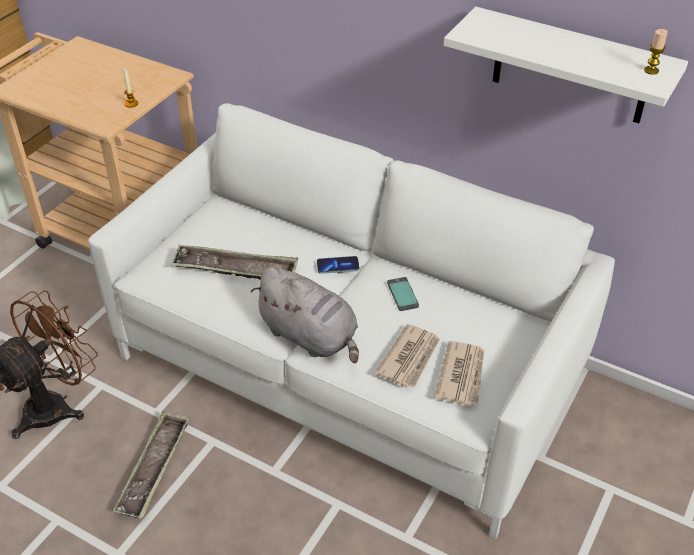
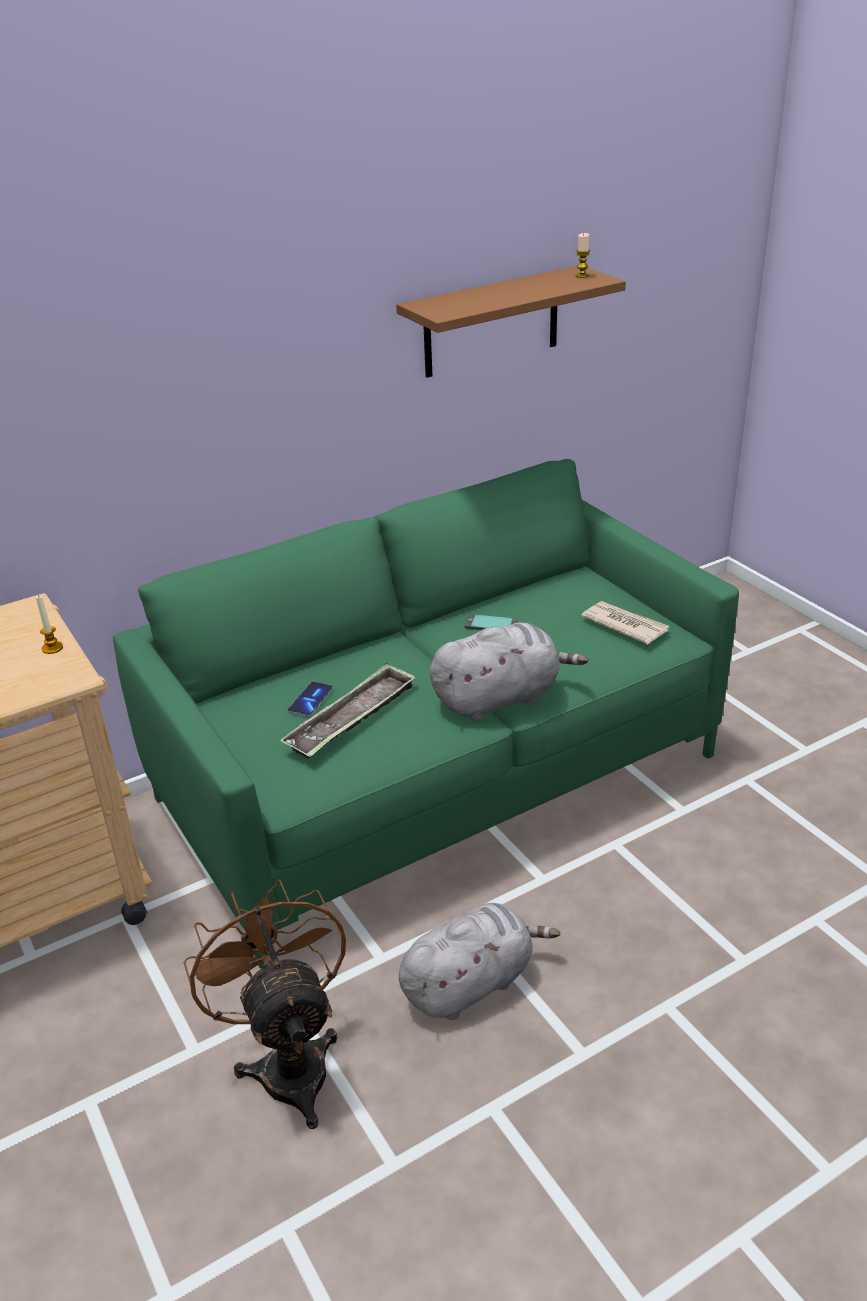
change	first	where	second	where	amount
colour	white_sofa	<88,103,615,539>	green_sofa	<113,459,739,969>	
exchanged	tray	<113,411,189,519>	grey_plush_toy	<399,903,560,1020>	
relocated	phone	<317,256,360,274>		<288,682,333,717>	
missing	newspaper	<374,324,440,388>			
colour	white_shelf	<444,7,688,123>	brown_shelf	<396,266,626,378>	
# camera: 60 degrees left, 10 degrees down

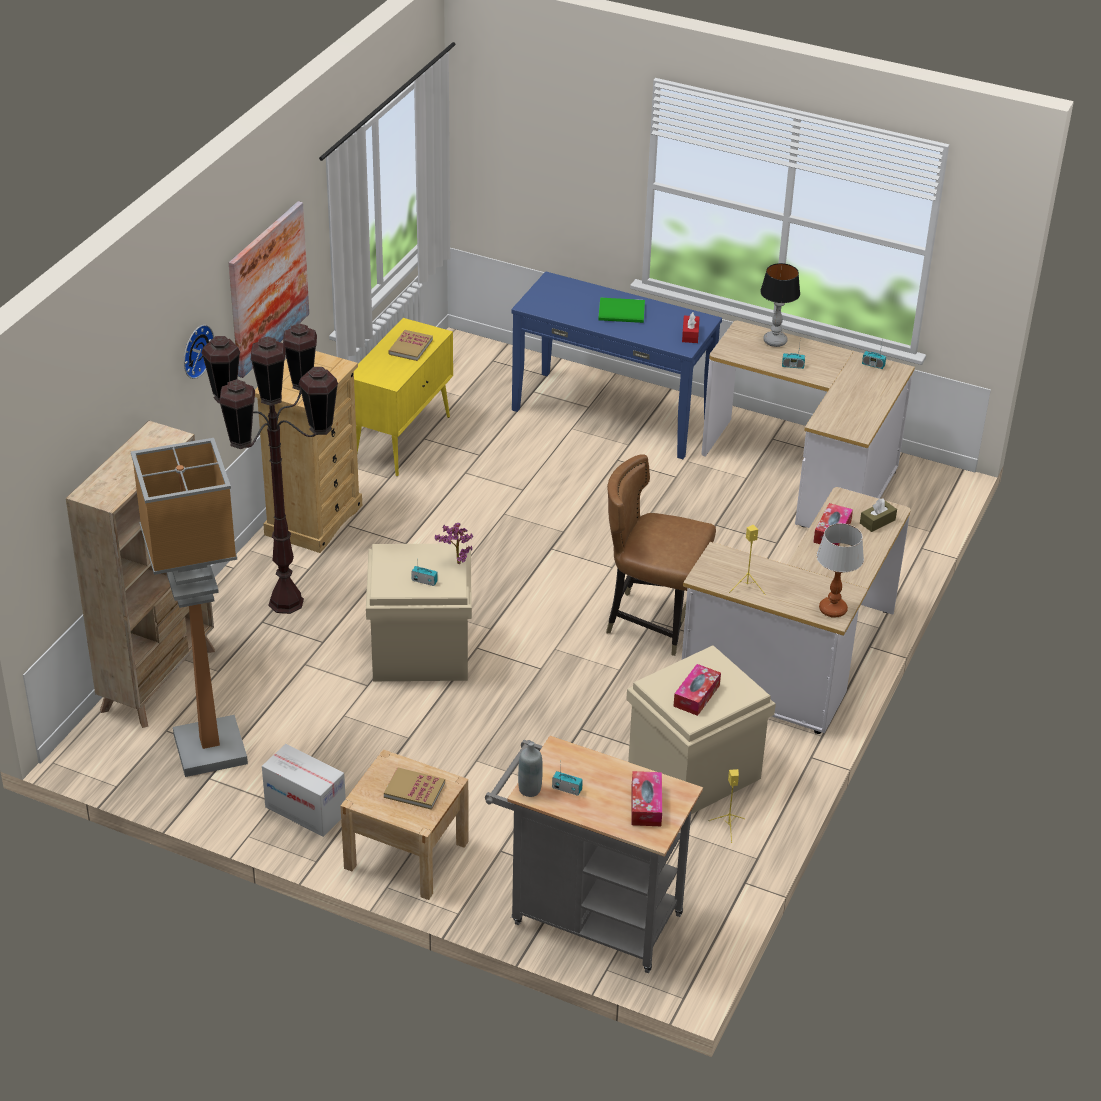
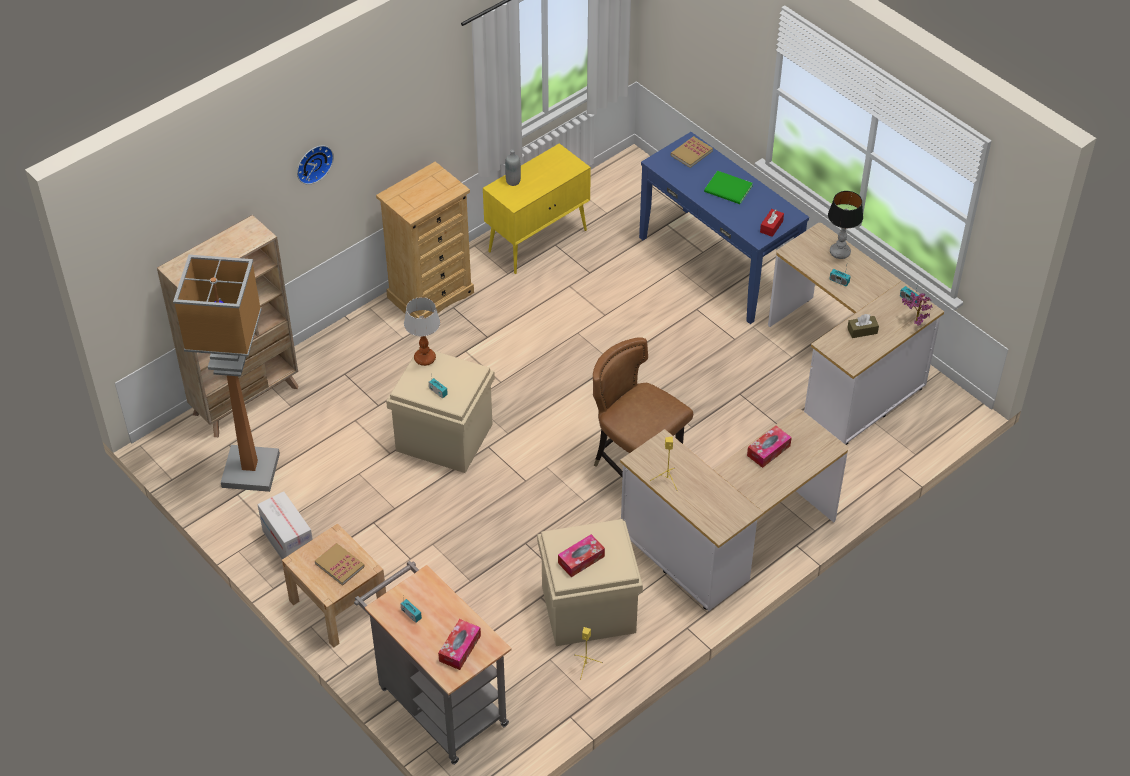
change	first	where	second	where	amount
missing	brown_floor_lamp	<201,323,338,614>			
missing	picture	<229,201,309,378>			
relocated	book	<388,330,433,361>		<671,136,713,168>	
relocated	potted_plant	<435,523,473,564>		<902,292,932,325>	
relocated	grey_bottle	<518,741,543,797>		<505,150,521,186>	
relocated	table_lamp	<817,523,864,617>		<404,297,440,366>	
relocated	brown_tissue_box	<860,498,897,532>		<847,314,879,338>	
# camera: 25 degrees right, 10 degrees up

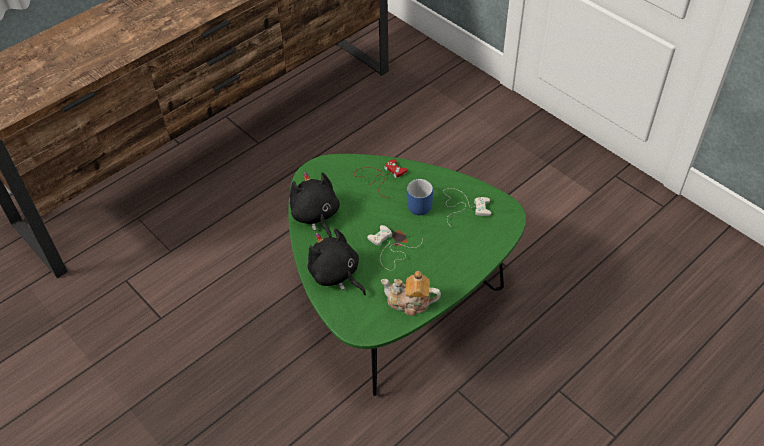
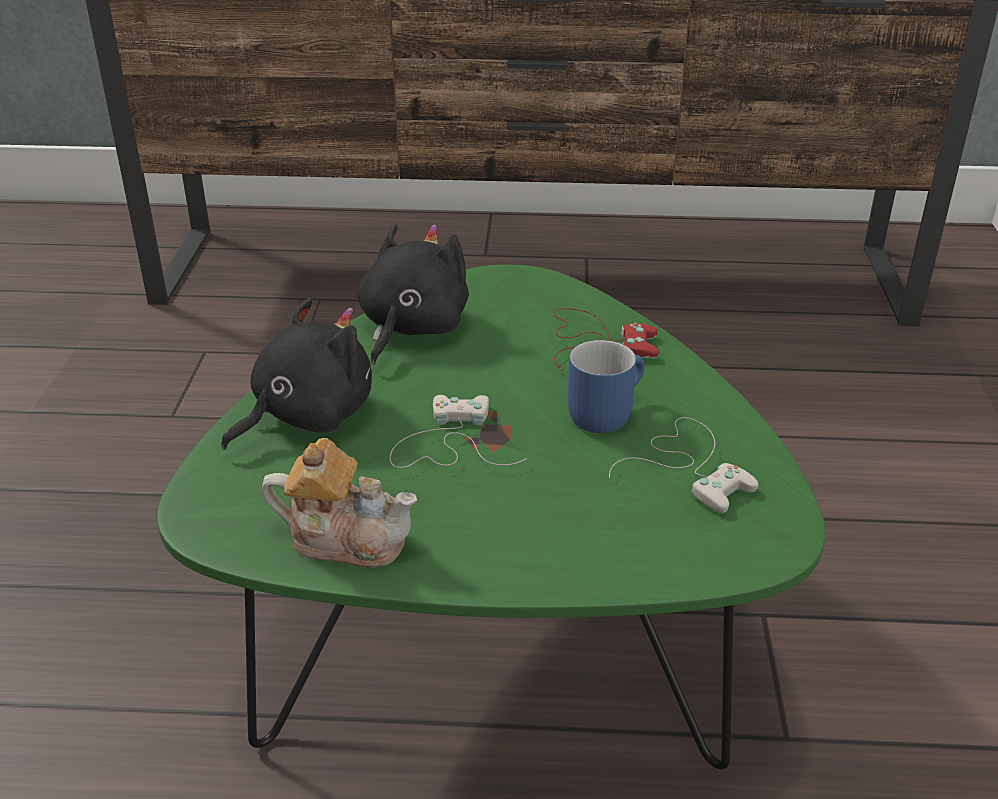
change	first	where	second	where	amount
spun	black_plush_toy	<308,228,366,295>		<221,298,372,450>	45 degrees clockwise
spun	teapot	<381,271,441,316>		<262,438,417,568>	135 degrees clockwise
# camera: 45 degrees right, 15 degrees down

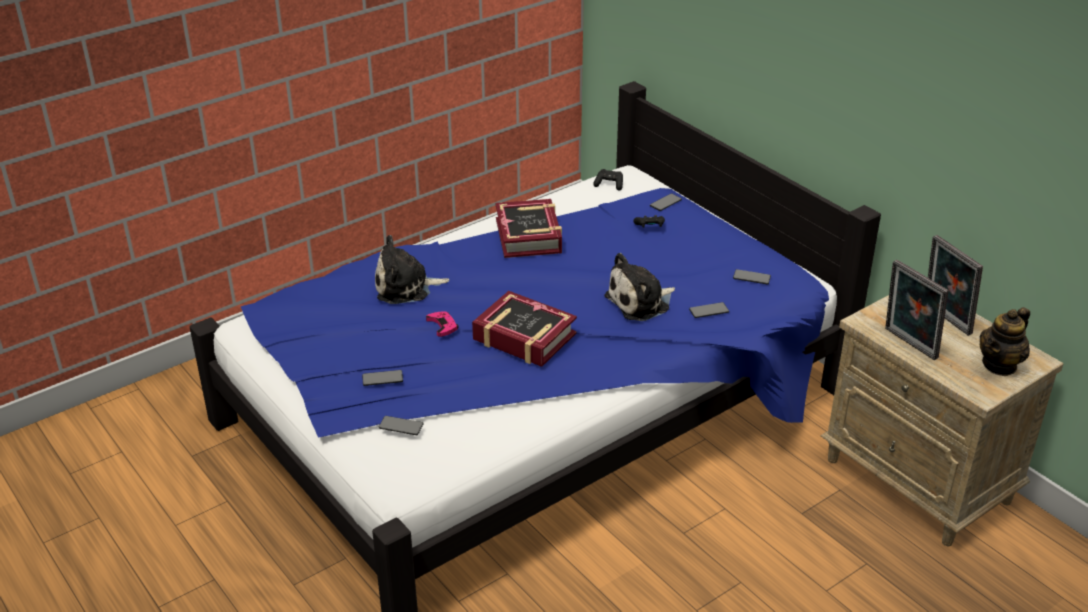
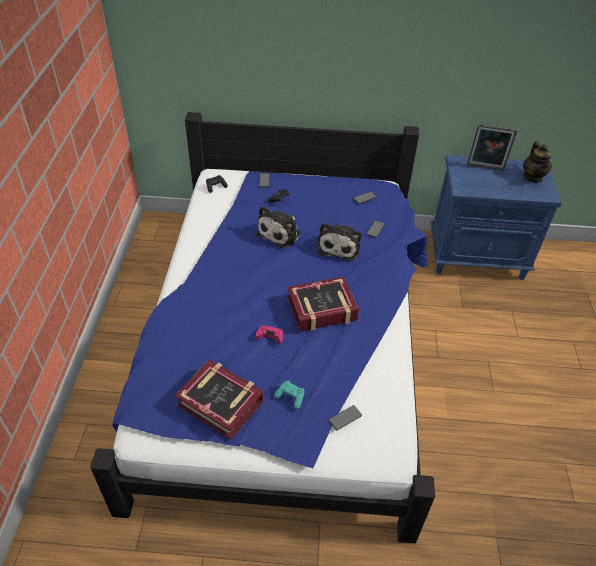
change	first	where	second	where	amount
exchanged	phone	<362,370,403,386>	turquoise_game_controller	<274,381,305,409>	
relocated	plush_toy	<375,235,450,304>		<256,206,301,248>	
relocated	book	<495,199,562,258>		<175,359,264,440>	
colour	beige_nightstand	<821,295,1063,546>	blue_nightstand	<431,155,562,280>	
missing	picture_frame	<885,260,948,360>			
# camera: 50 degrees left, 10 degrees up

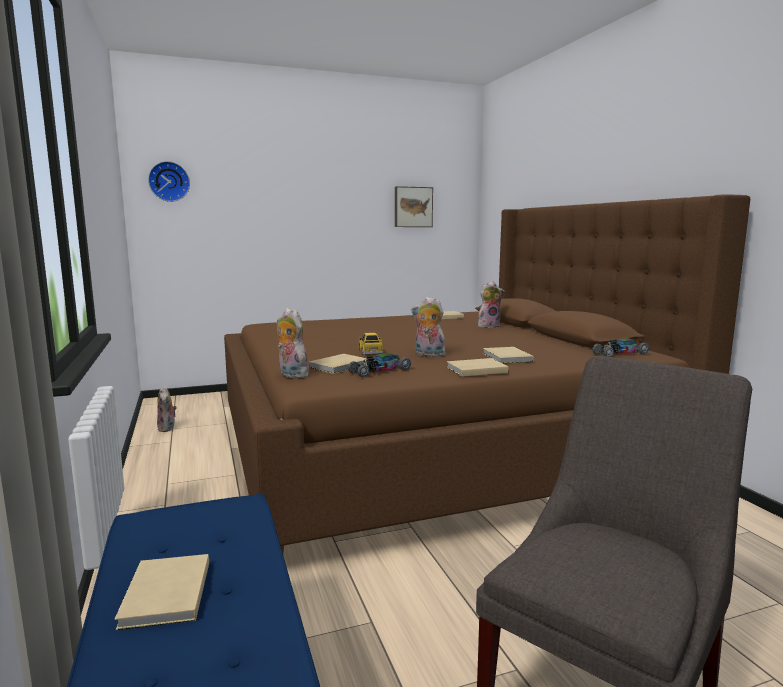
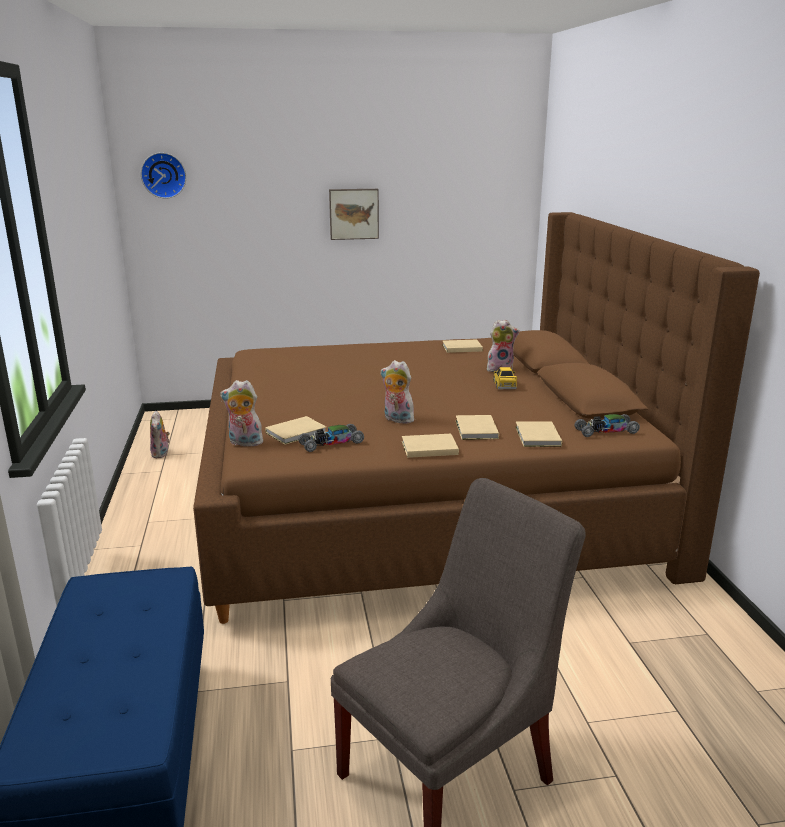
change	first	where	second	where	amount
relocated	beige_book	<115,554,209,630>		<516,421,562,447>	
spun	plush_toy	<277,308,309,379>		<220,380,265,446>	45 degrees counterclockwise
relocated	yellow_toy_car	<358,333,383,355>		<493,367,517,389>	
relocated	picture	<395,186,433,227>		<329,189,379,240>	
# camera: 10 degrees right, 10 degrees up

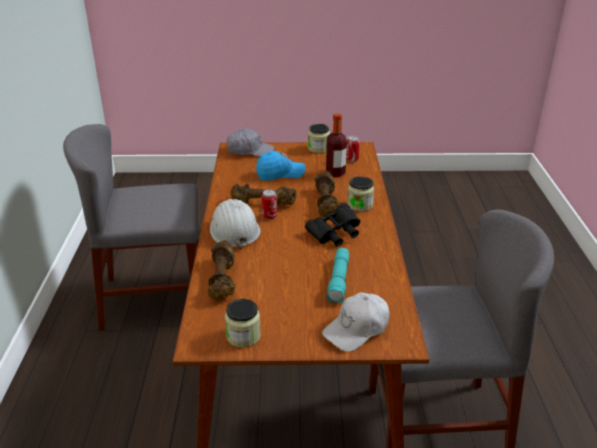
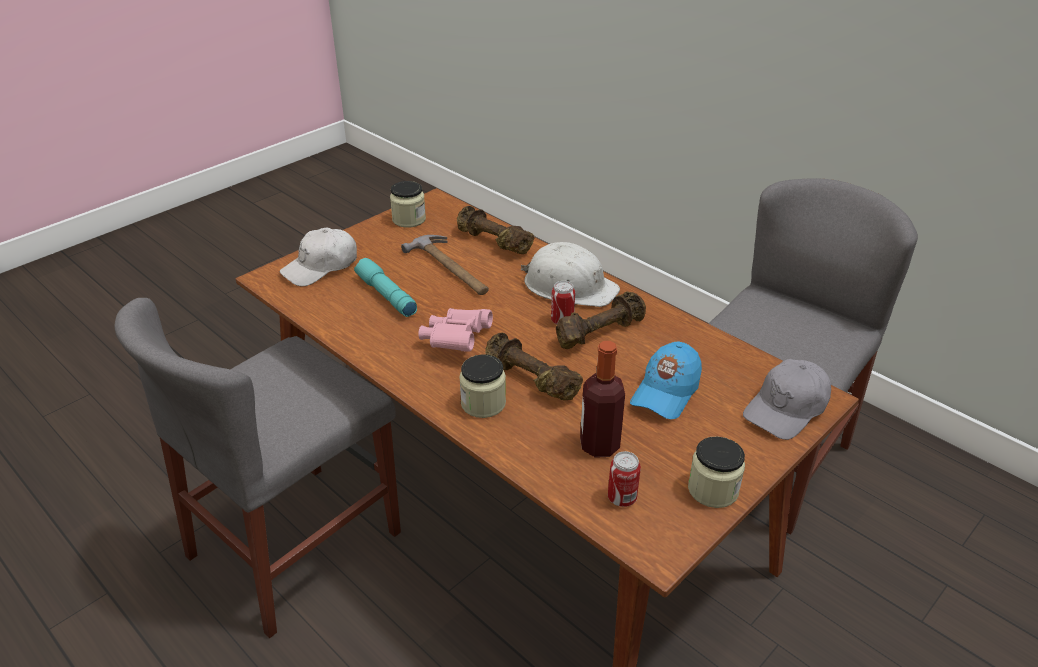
change	first	where	second	where	amount
colour	black_binoculars	<305,203,360,247>	pink_binoculars	<418,308,493,352>	
spun	white_cap	<322,292,390,352>		<280,228,357,287>	135 degrees counterclockwise
appeared			hammer	<401,235,489,295>	
# camera: 135 degrees right, 5 degrees up

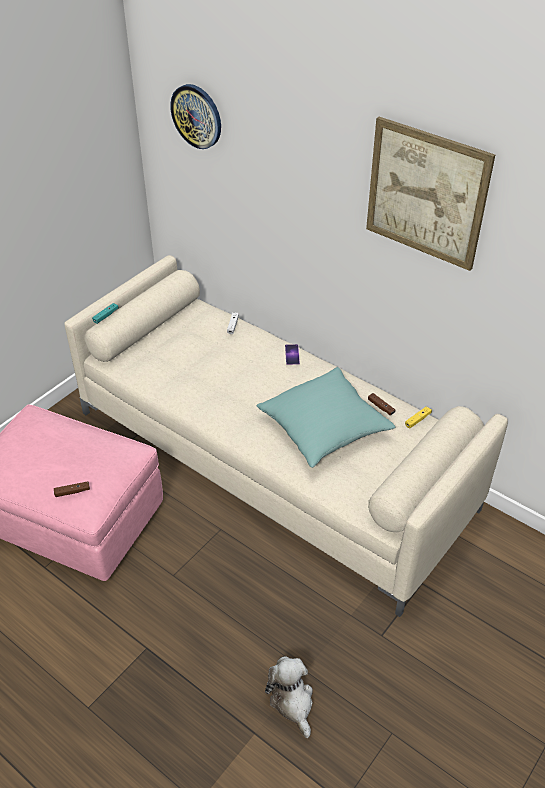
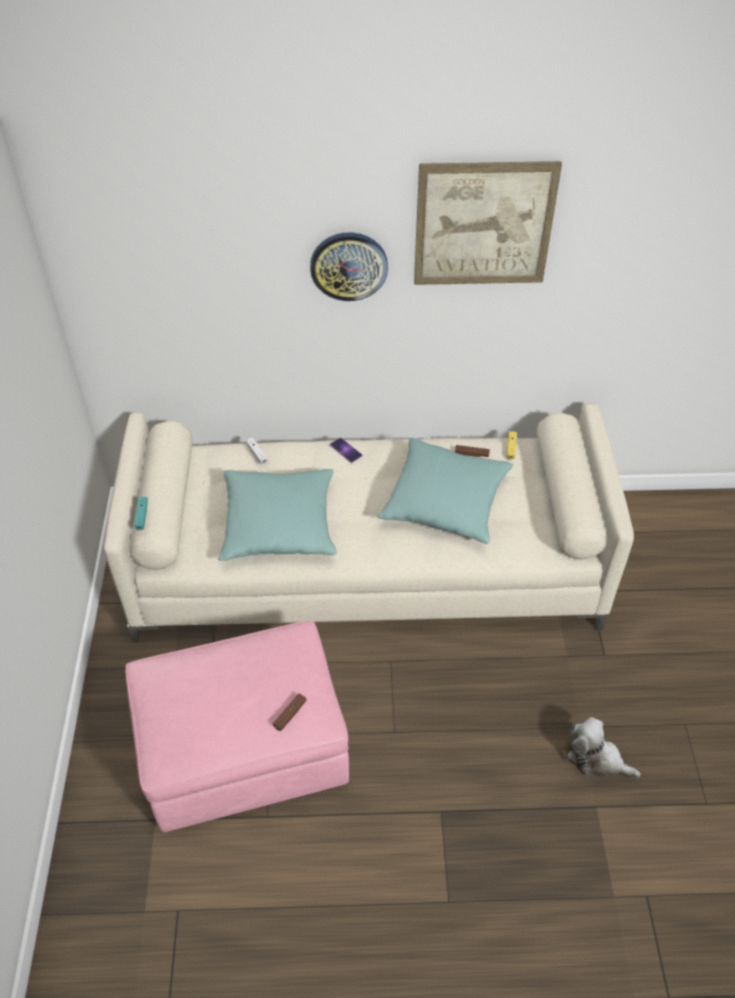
change	first	where	second	where	amount
relocated	wall_clock	<170,84,221,149>		<310,233,388,301>	
appeared			turquoise_pillow	<218,469,337,561>	
# camera: 40 degrees left, 5 degrees up

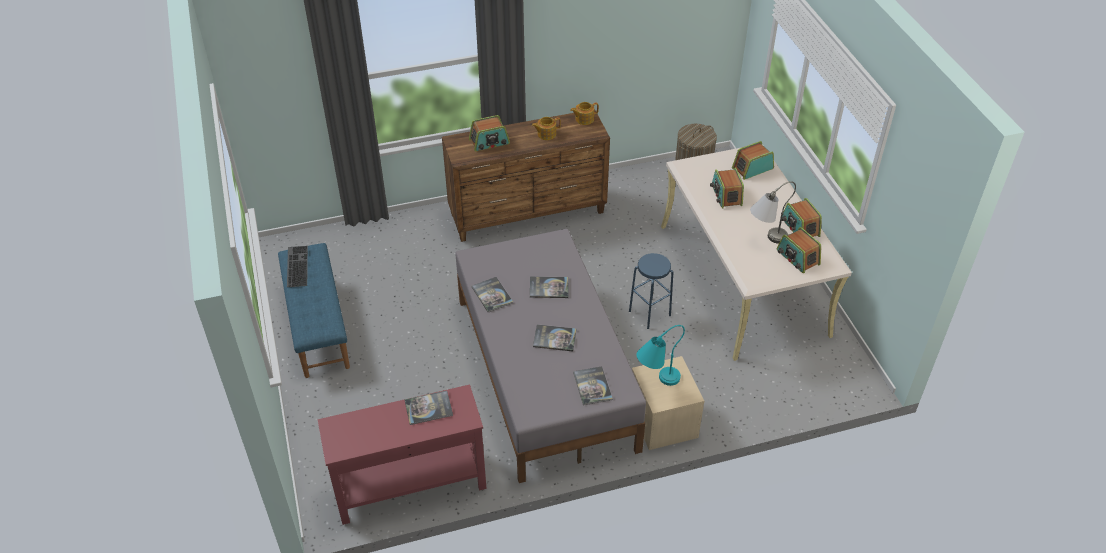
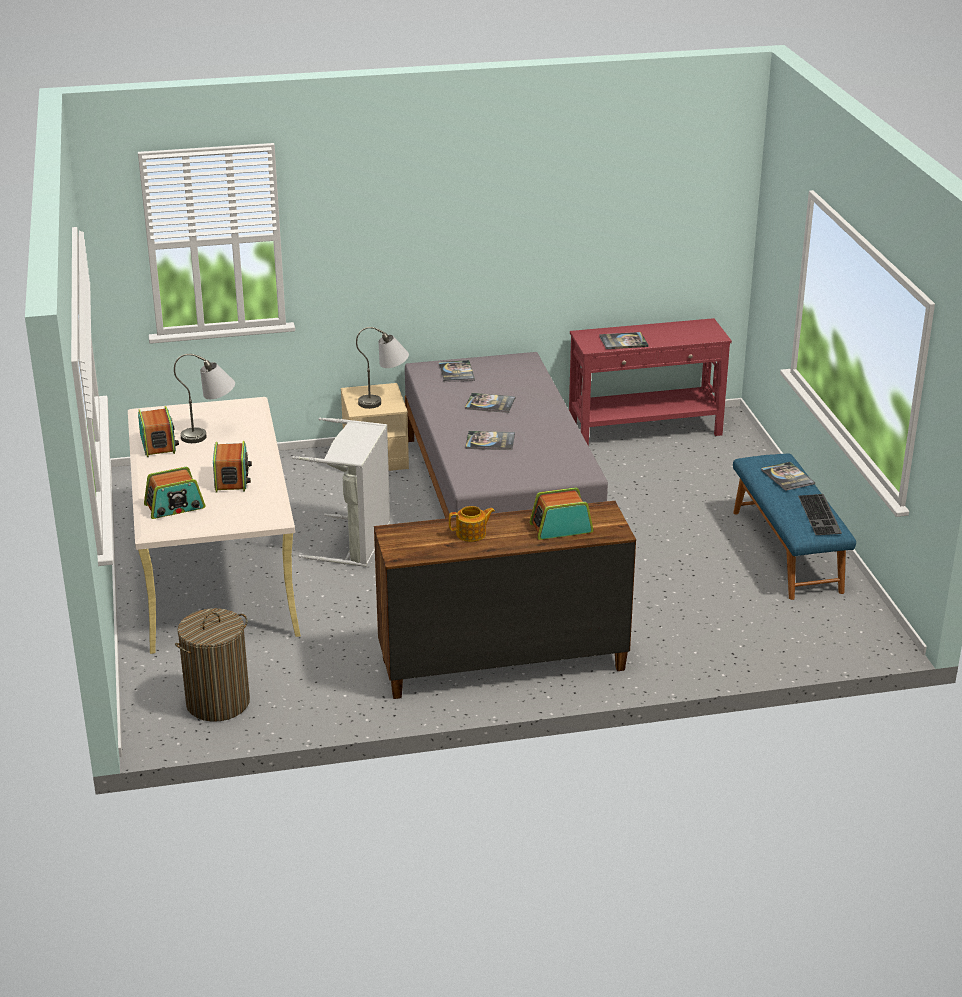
change	first	where	second	where	amount
relocated	book	<472,277,513,312>		<761,462,815,491>	
missing	teapot	<570,102,599,125>			
exchanged	blue_stool	<629,253,673,329>	grey_laundry_basket	<292,417,390,567>	
colour	turquoise_table_lamp	<636,325,685,386>	grey_table_lamp	<356,327,409,409>	
missing	radio	<777,227,821,273>			
# camera: 175 degrees left, 15 degrees down

